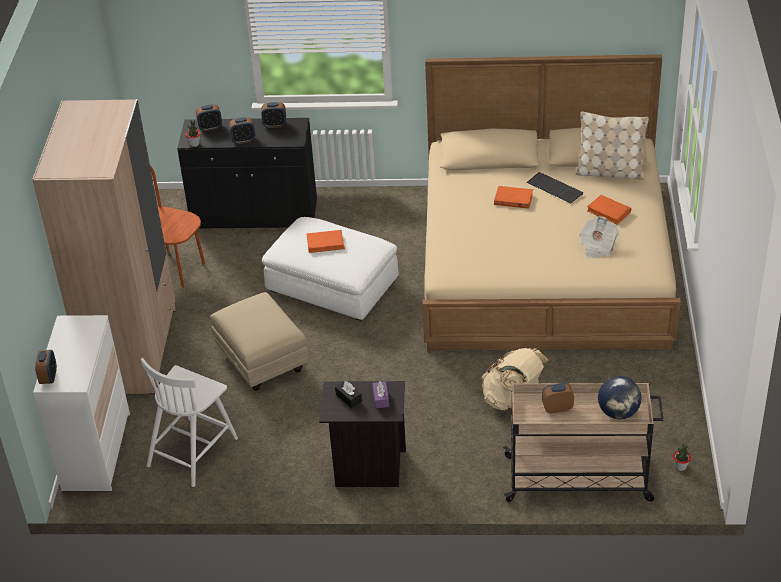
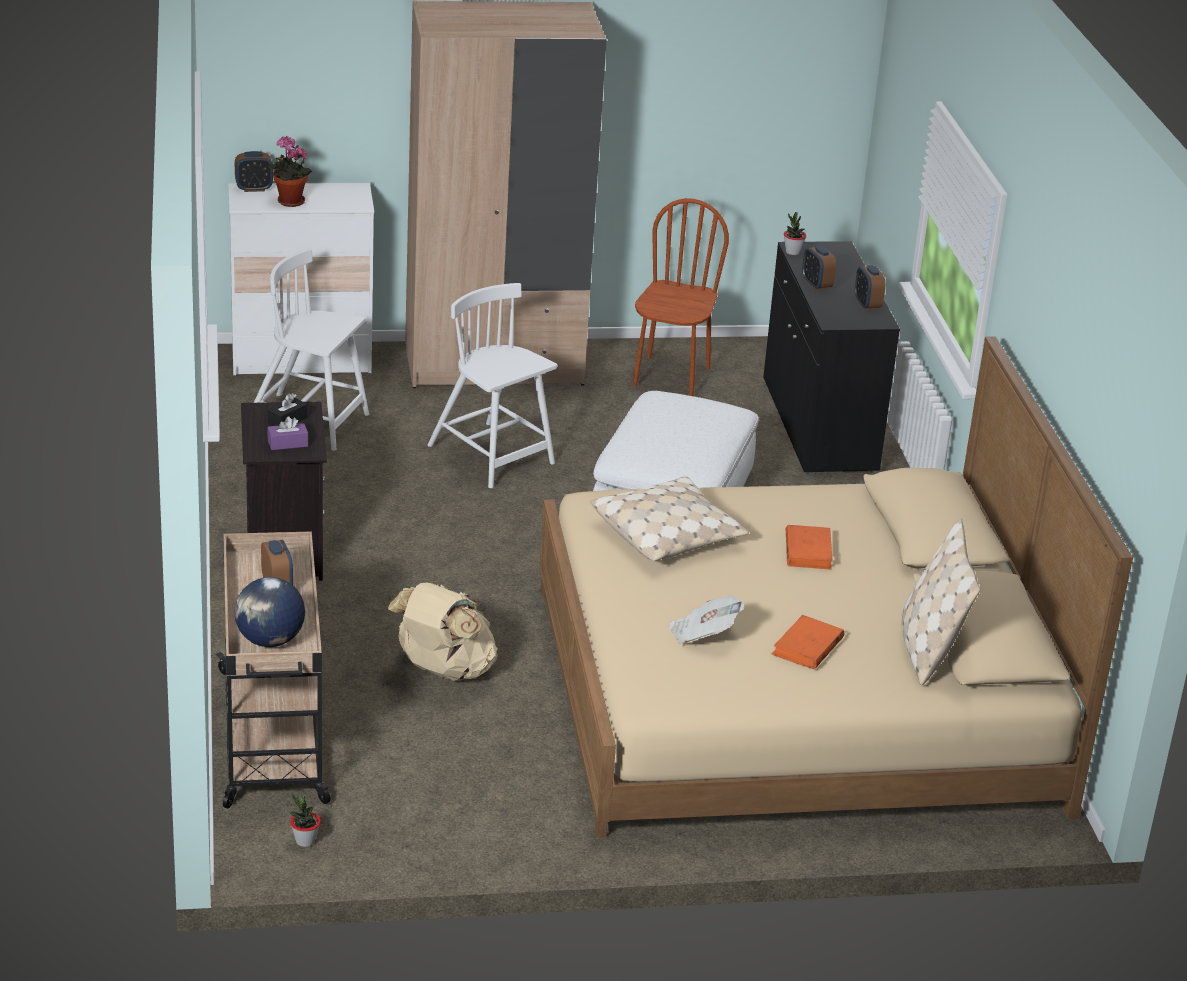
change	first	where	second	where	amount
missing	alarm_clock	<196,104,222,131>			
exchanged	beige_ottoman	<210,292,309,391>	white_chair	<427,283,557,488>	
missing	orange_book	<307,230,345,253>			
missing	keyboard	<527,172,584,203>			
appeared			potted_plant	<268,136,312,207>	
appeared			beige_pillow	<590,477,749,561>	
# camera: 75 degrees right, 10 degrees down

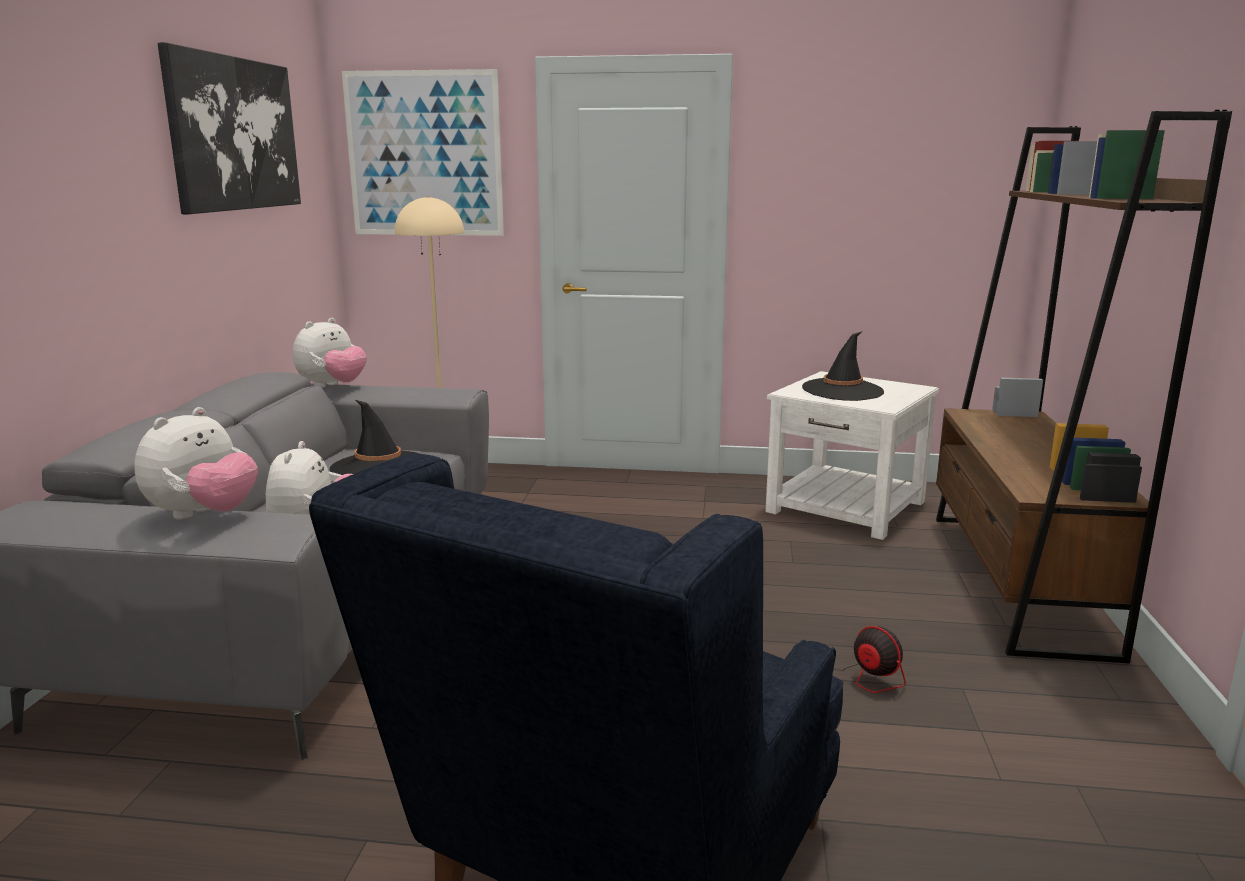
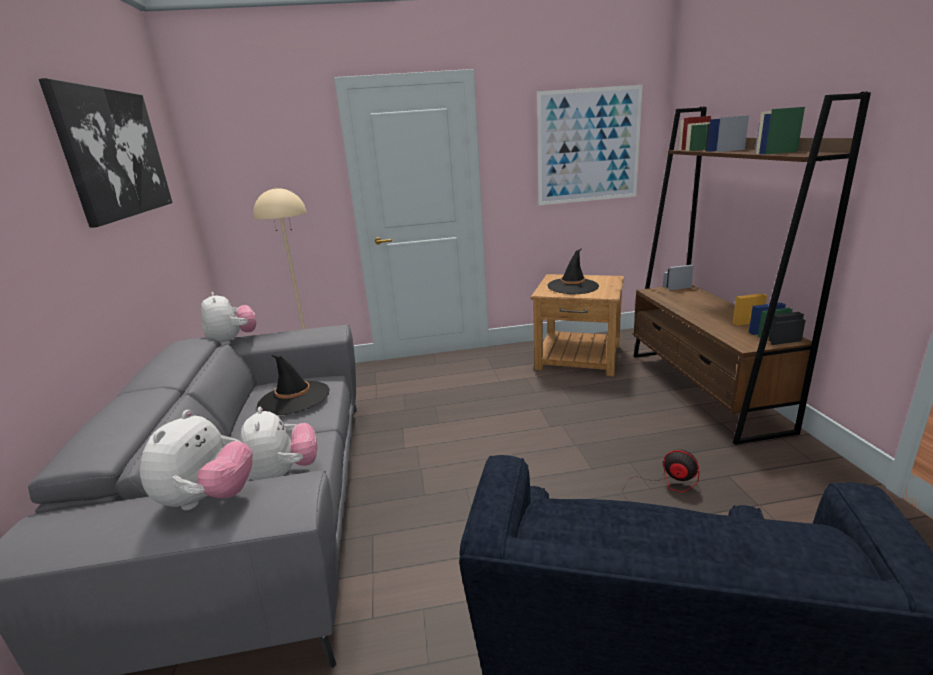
change	first	where	second	where	amount
spun	plush_toy	<293,318,367,388>		<201,292,257,345>	45 degrees counterclockwise
relocated	picture	<342,69,504,236>		<537,85,643,205>	
colour	white_side_table	<765,371,939,540>	brown_side_table	<531,274,624,376>	
# camera: 15 degrees left, 5 degrees up

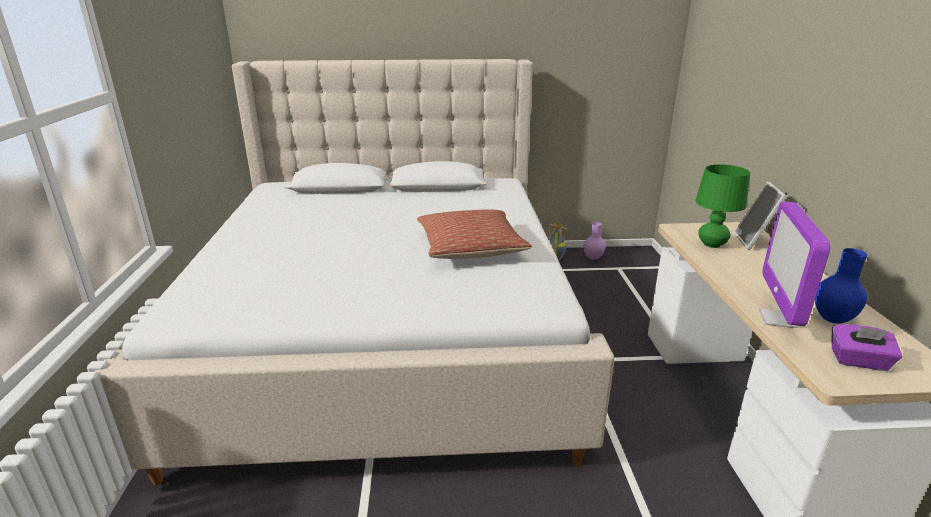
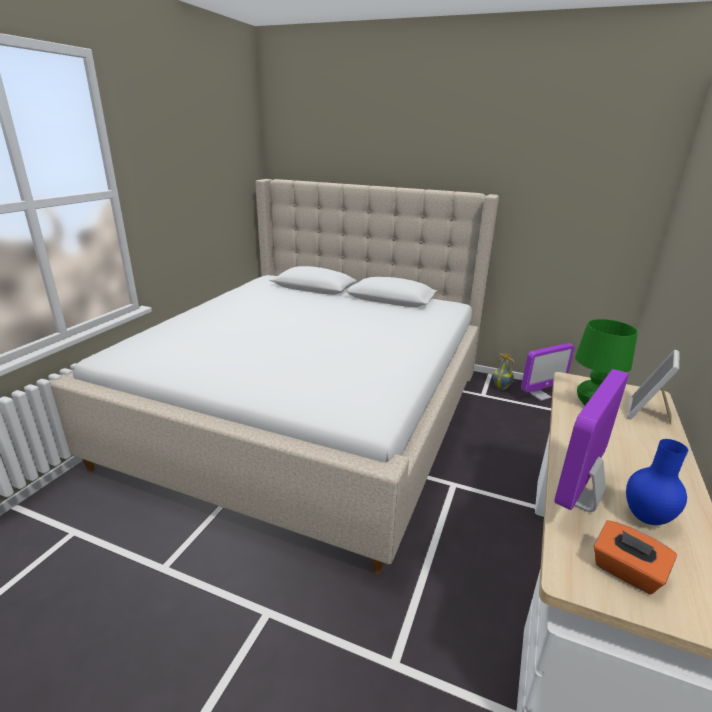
change	first	where	second	where	amount
missing	pillow	<417,210,532,259>			
exchanged	purple_vase	<584,222,605,260>	monitor	<521,343,575,401>	
colour	purple_tissue_box	<832,324,902,371>	orange_tissue_box	<594,520,677,594>	
# camera: 25 degrees right, 0 degrees up

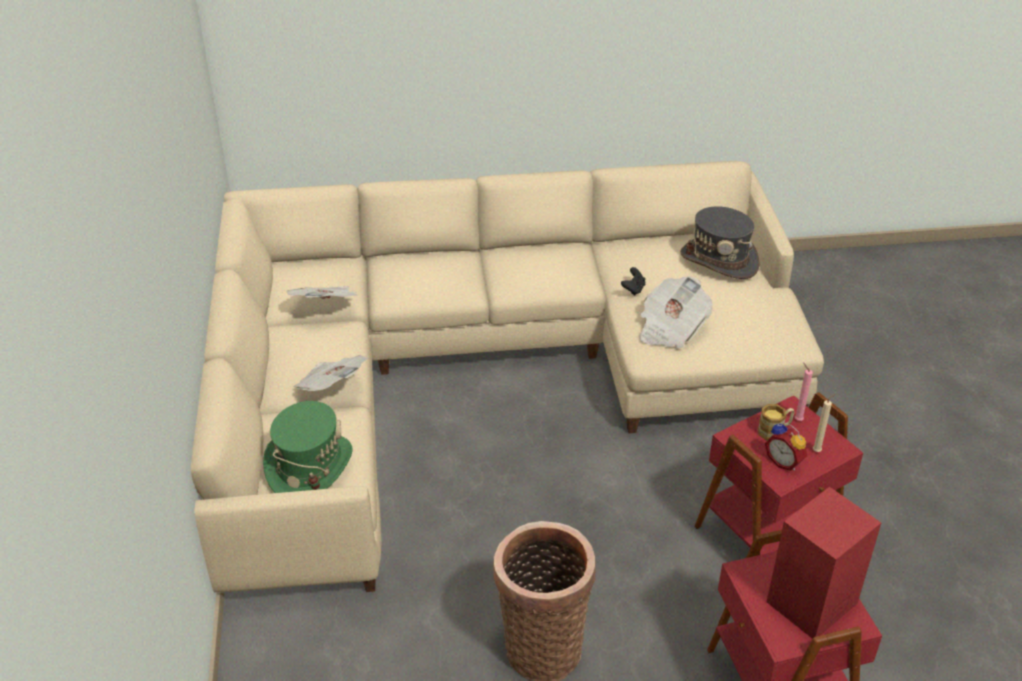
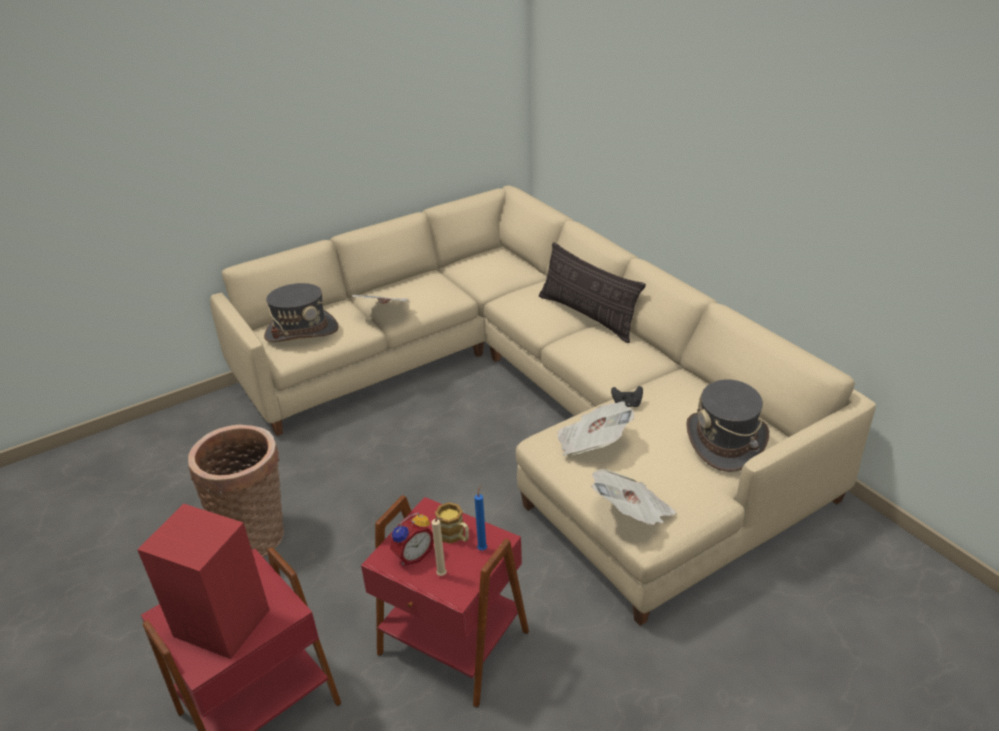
change	first	where	second	where	amount
colour	green_hat	<263,401,353,493>	grey_hat	<264,283,339,342>	
relocated	newspaper	<286,286,356,299>		<591,469,676,526>	
spun	alarm_clock	<765,422,807,471>		<390,513,434,565>	150 degrees counterclockwise
colour	pink_candle	<795,363,813,421>	blue_candle	<474,485,487,550>	
appeared			pillow	<539,242,646,343>	
# camera: 65 degrees right, 5 degrees down

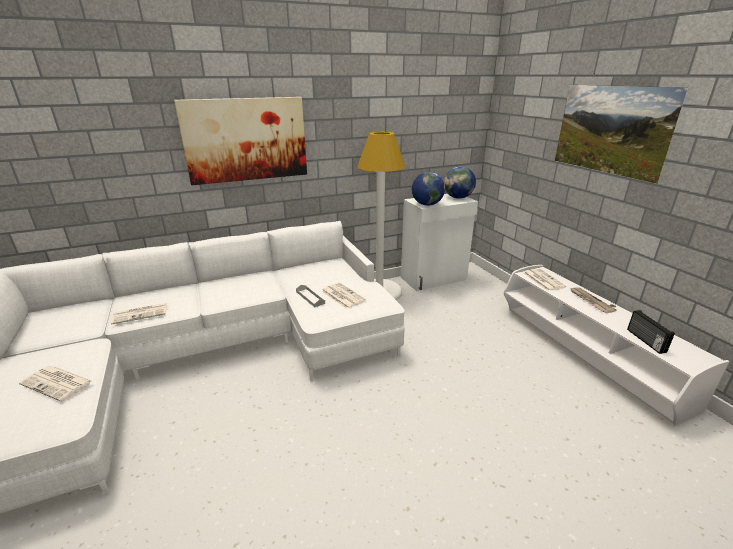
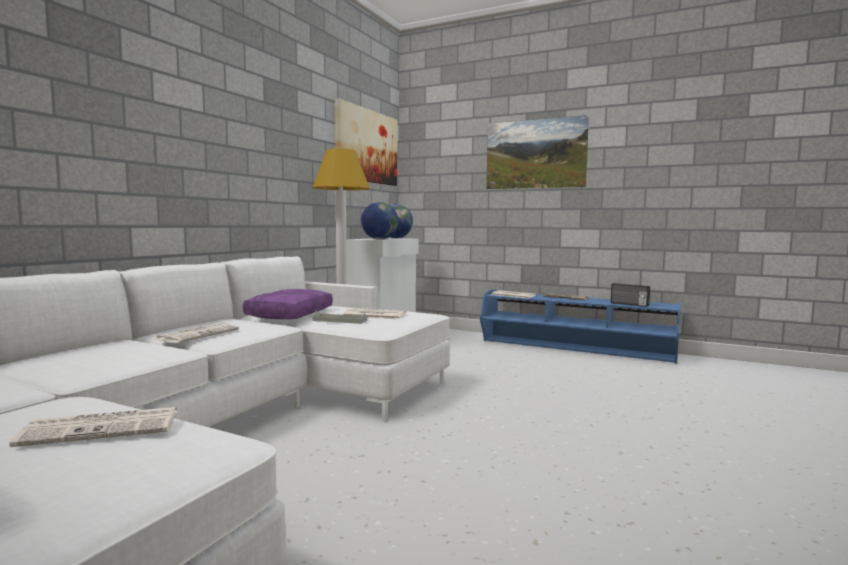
change	first	where	second	where	amount
relocated	newspaper	<111,303,167,325>		<154,324,239,343>	
relocated	picture	<174,97,307,185>		<335,98,397,186>	
colour	white_tv_stand	<504,265,730,426>	blue_tv_stand	<480,289,681,364>	
appeared			purple_pillow	<243,289,333,319>	
# camera: 40 degrees left, 20 degrees down

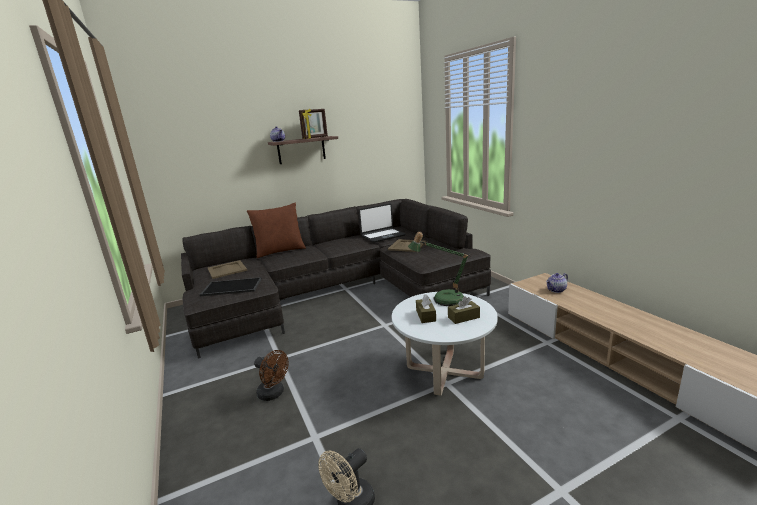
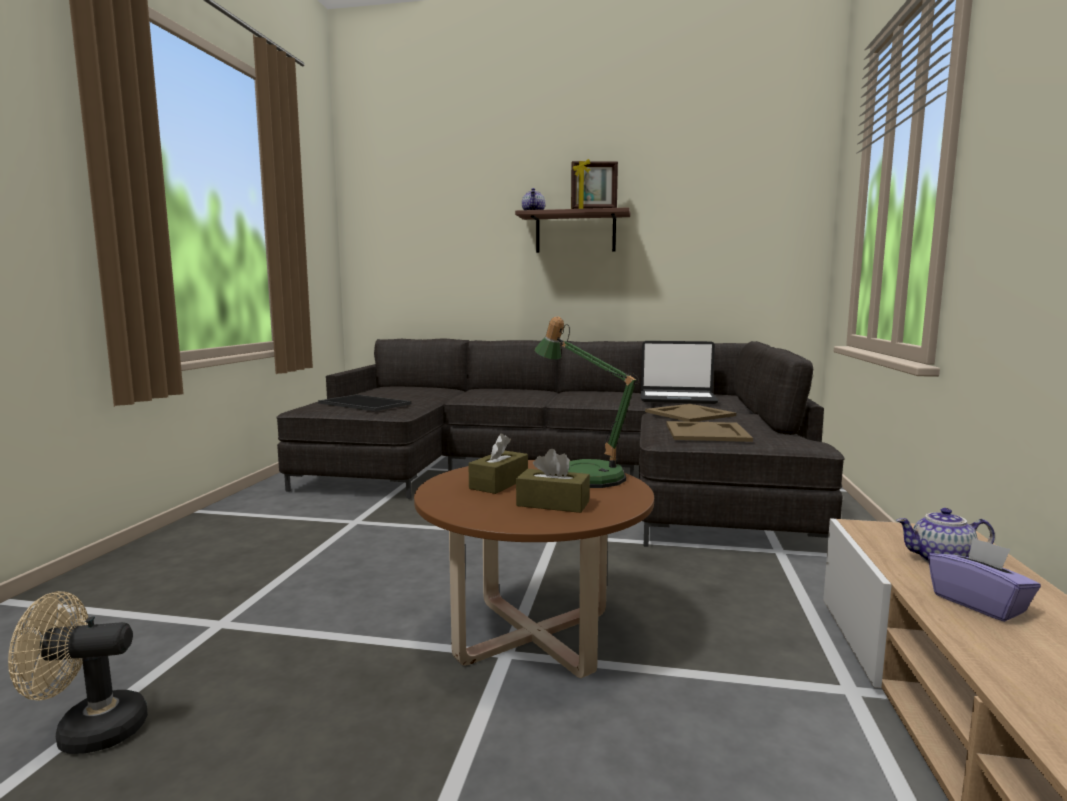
change	first	where	second	where	amount
relocated	beige_tray	<208,260,247,279>		<666,421,753,442>	
missing	brown_pillow	<247,203,306,258>			
missing	brown_fan	<254,350,289,401>			
colour	white_coffee_table	<392,292,498,396>	brown_coffee_table	<414,460,654,678>	
appeared			purple_tissue_box	<928,537,1041,622>	
# camera: 35 degrees right, 10 degrees down

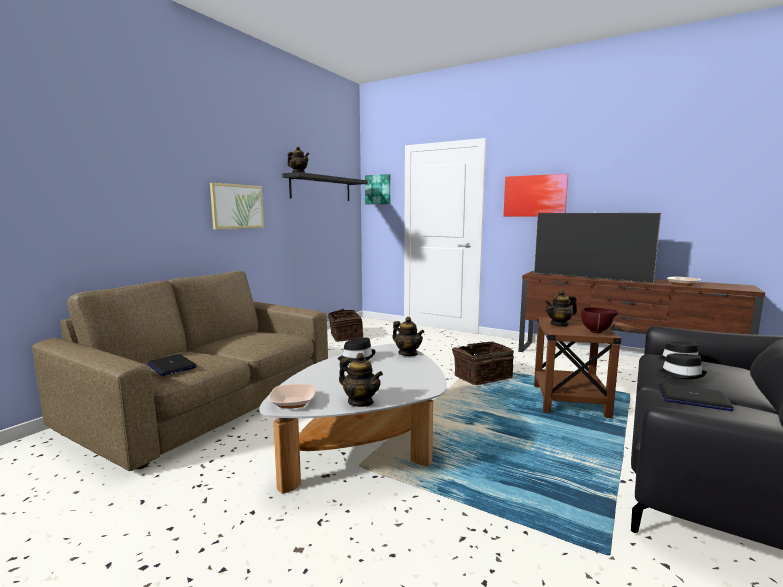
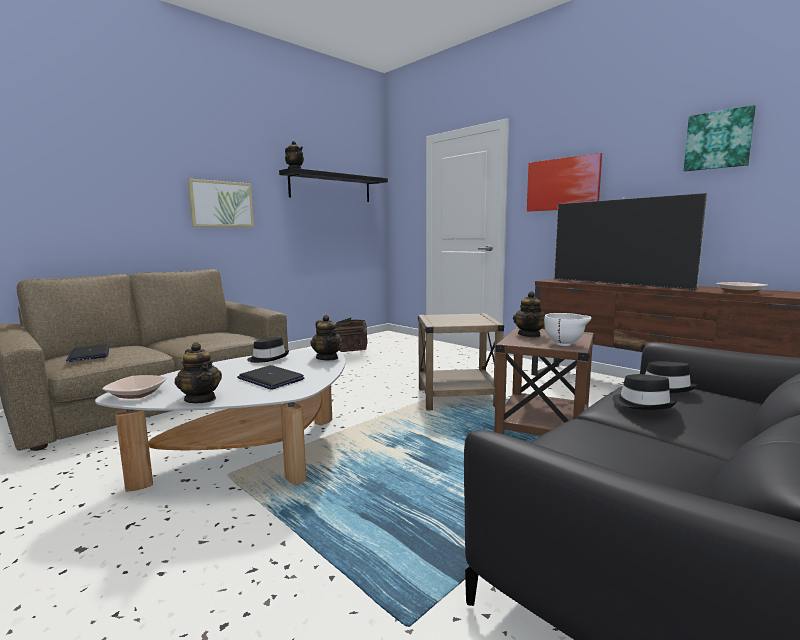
change	first	where	second	where	amount
relocated	picture	<365,174,391,204>		<684,105,756,172>	
exchanged	basket	<450,342,514,385>	beige_side_table	<418,313,504,411>	
spun	teapot	<545,290,577,327>		<513,291,545,337>	75 degrees counterclockwise
colour	brown_bowl	<581,307,618,333>	white_bowl	<544,313,591,346>	
relocated	laptop	<659,383,734,411>		<237,365,305,390>	
# camera: 15 degrees right, 0 degrees up

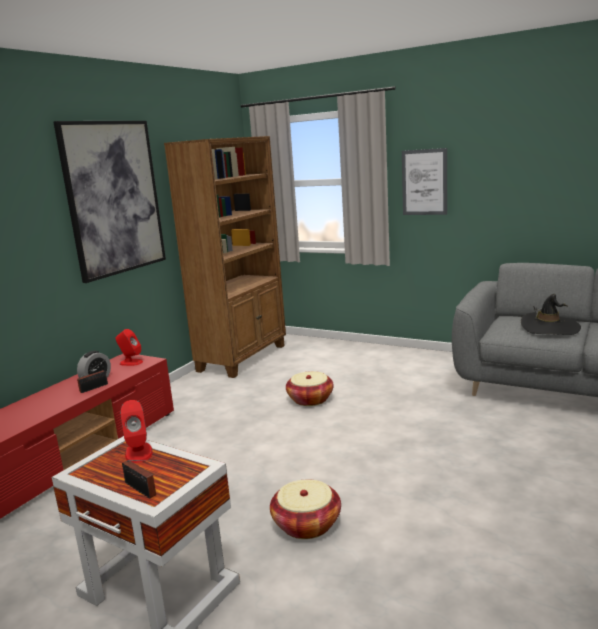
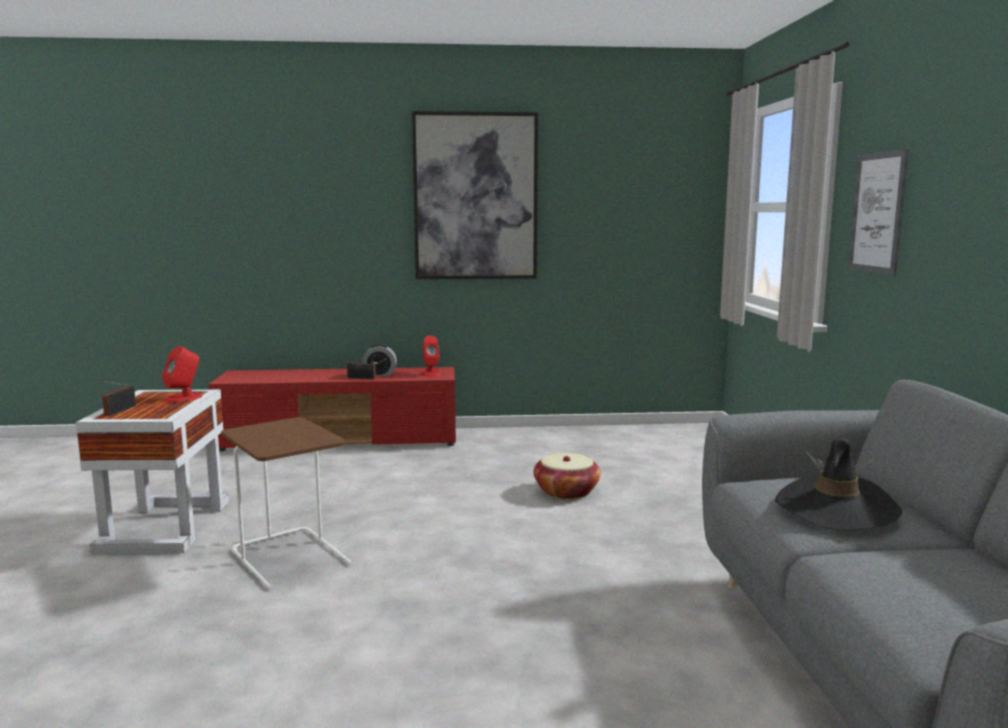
change	first	where	second	where	amount
missing	brown_bookcase	<164,136,286,378>			
exchanged	basket	<270,479,341,539>	brown_side_table	<221,417,353,590>	
# camera: 55 degrees right, 5 degrees down

